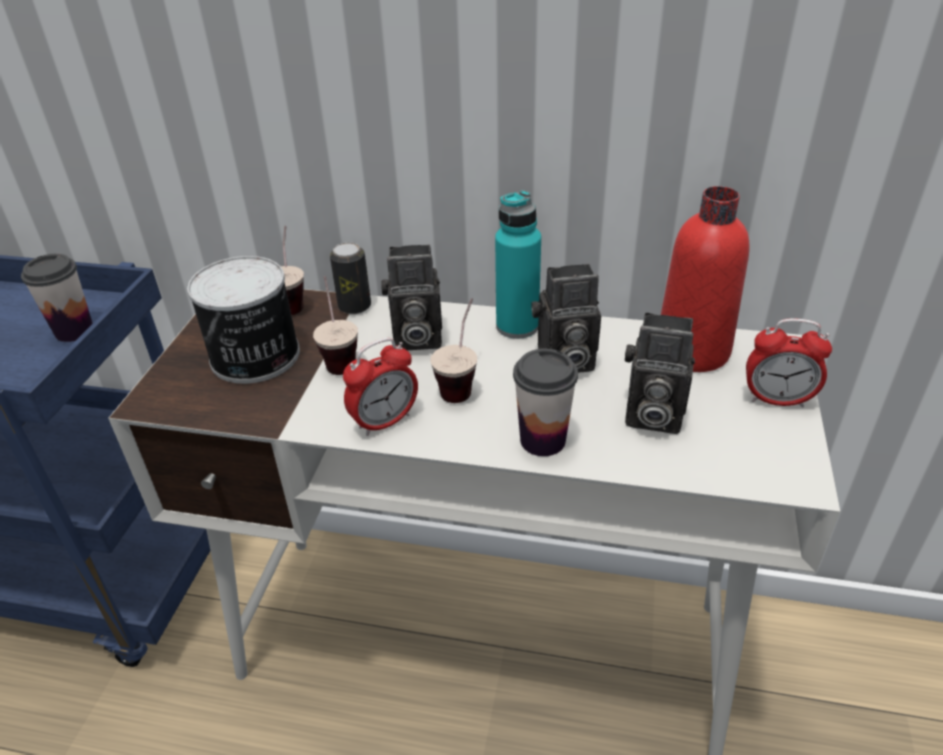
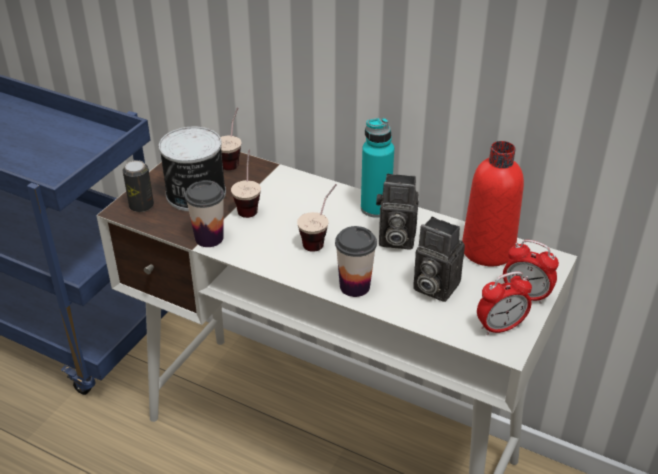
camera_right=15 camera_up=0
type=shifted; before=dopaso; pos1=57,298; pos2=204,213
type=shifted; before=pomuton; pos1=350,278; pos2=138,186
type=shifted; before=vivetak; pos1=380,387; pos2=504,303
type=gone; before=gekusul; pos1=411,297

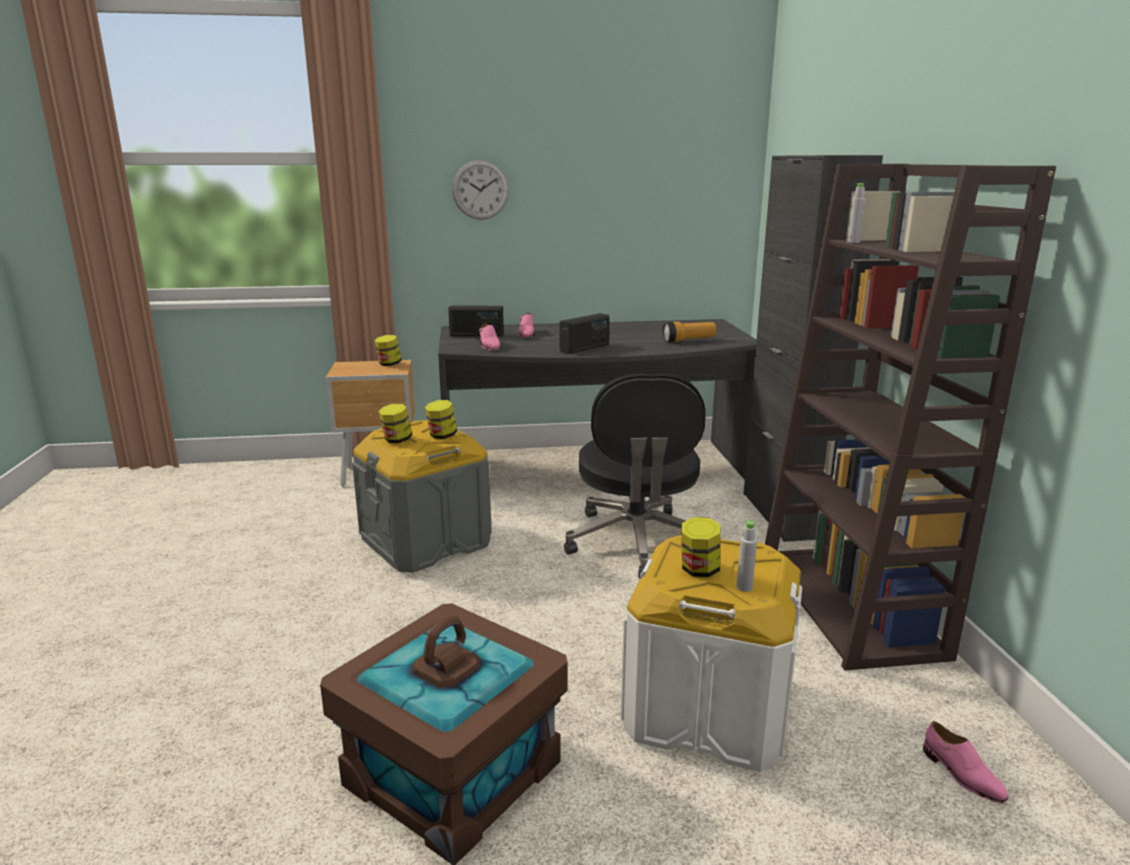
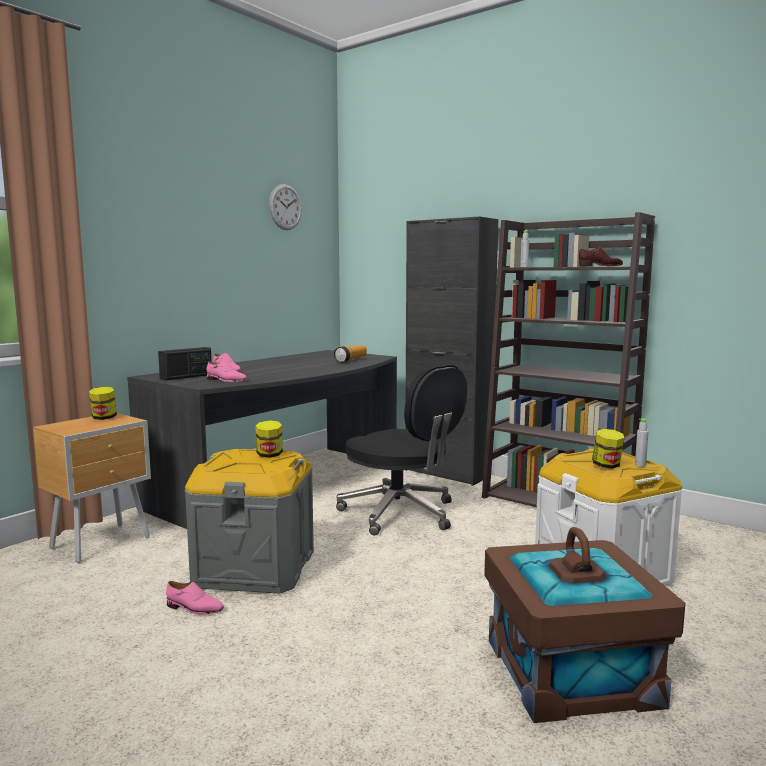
camera_right=-45 camera_up=-10
type=gone; before=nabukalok; pos1=396,423
type=shifted; before=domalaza; pos1=480,190; pos2=285,207
type=gone; before=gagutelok; pos1=584,333
type=shifted; before=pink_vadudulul; pos1=965,762; pos2=195,597
type=new; after=brown_vadudulul; pos2=601,257

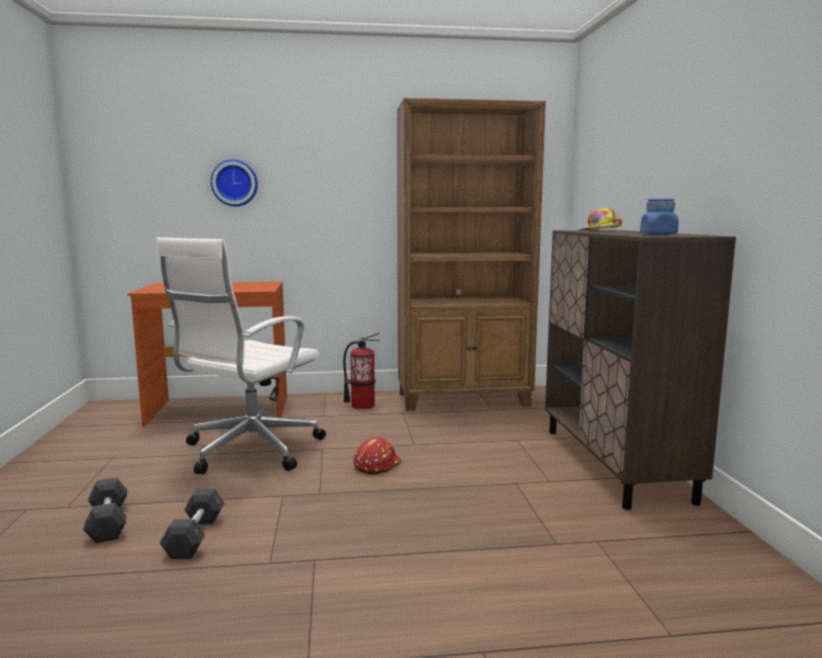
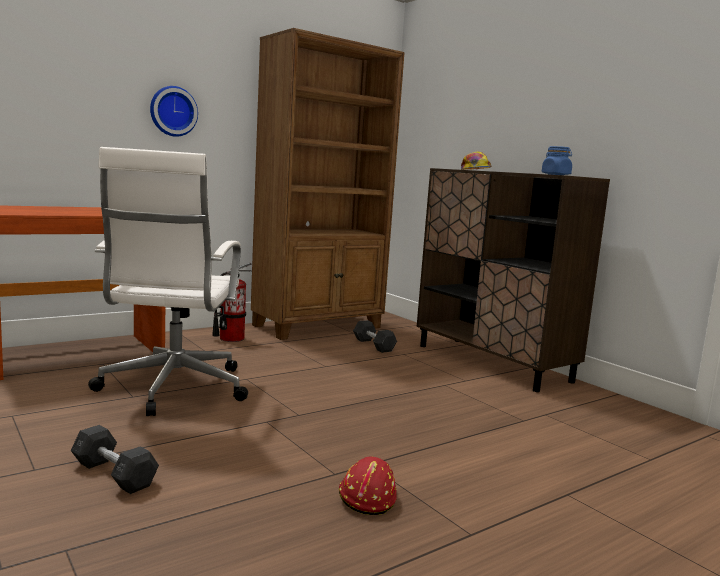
camera_right=-30 camera_up=0
type=shifted; before=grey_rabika; pos1=192,524; pos2=375,336
type=shifted; before=domalaza; pos1=234,183; pos2=174,111
type=shifted; before=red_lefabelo; pos1=377,455; pos2=368,486

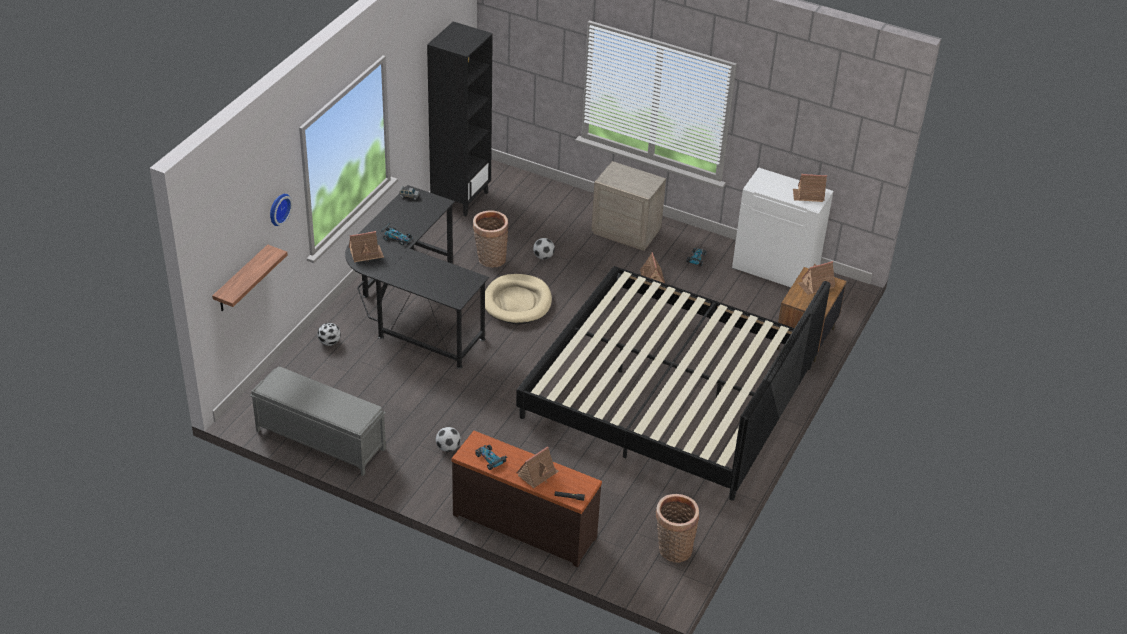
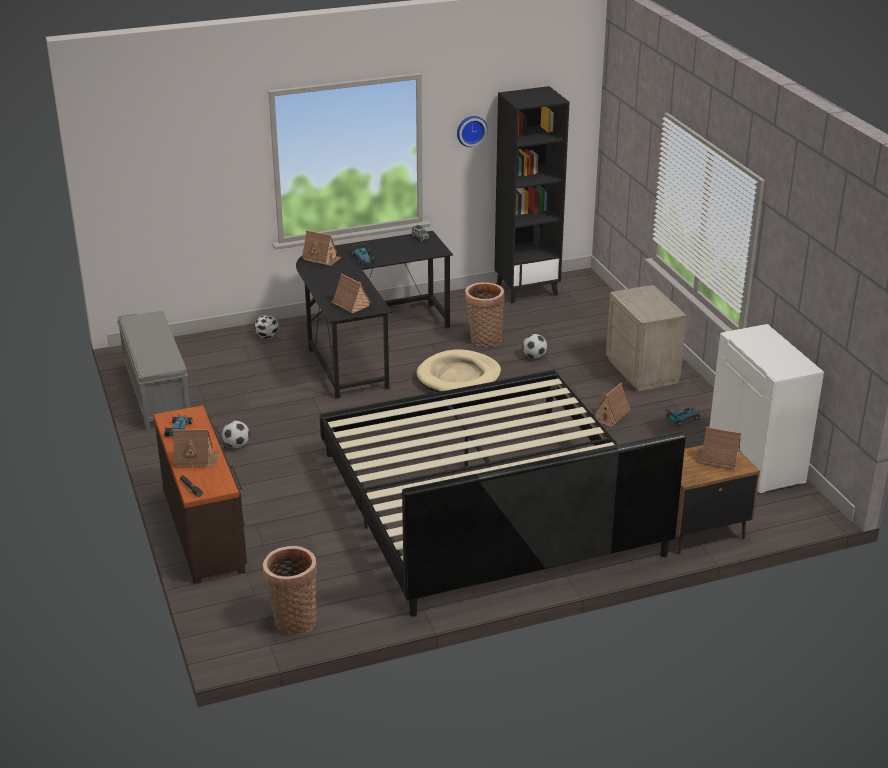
camera_right=45 camera_up=-10
type=gone; before=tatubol; pos1=250,277
type=shifted; before=domalaza; pos1=281,210; pos2=472,131
type=shifted; before=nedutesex; pos1=810,188; pos2=351,293

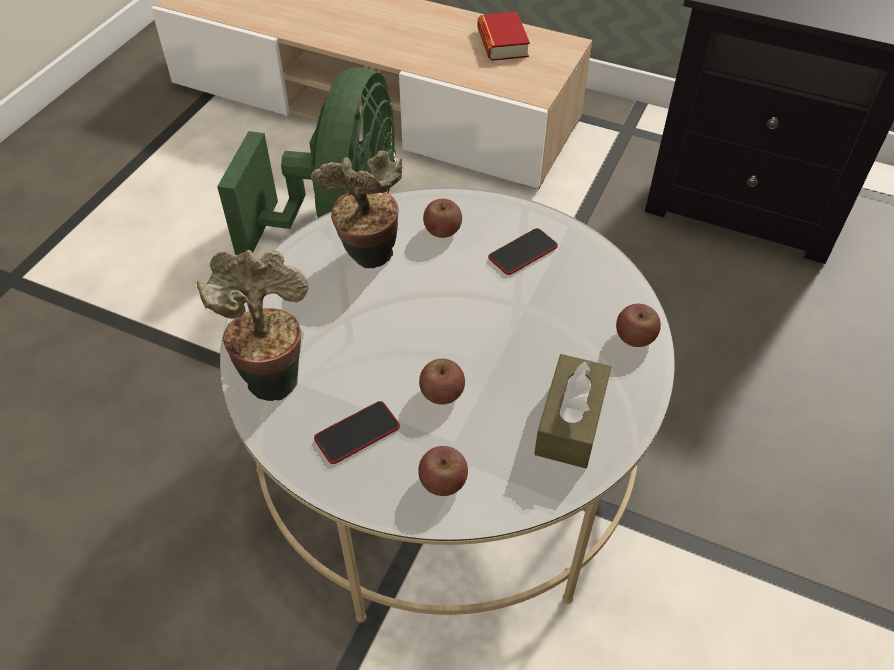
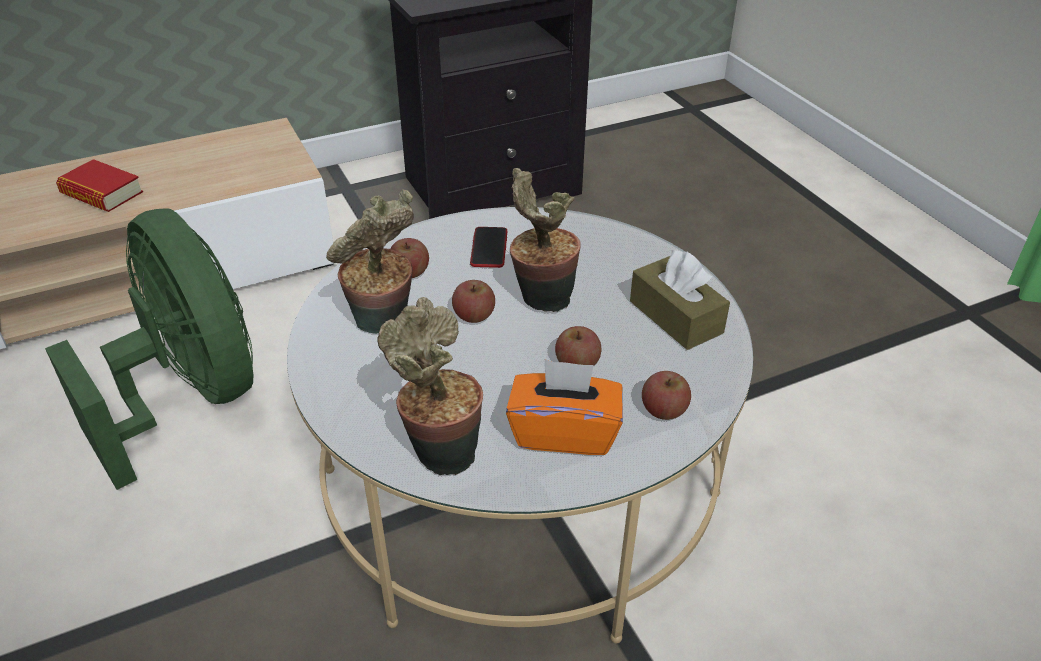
camera_right=-50 camera_up=-10
type=swapped; before=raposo; after=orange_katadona; pos1=357,432; pos2=564,407
type=shifted; before=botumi; pos1=503,36; pos2=99,185
type=shifted; before=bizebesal; pos1=638,325; pos2=473,301
type=new; after=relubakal; pos2=545,240

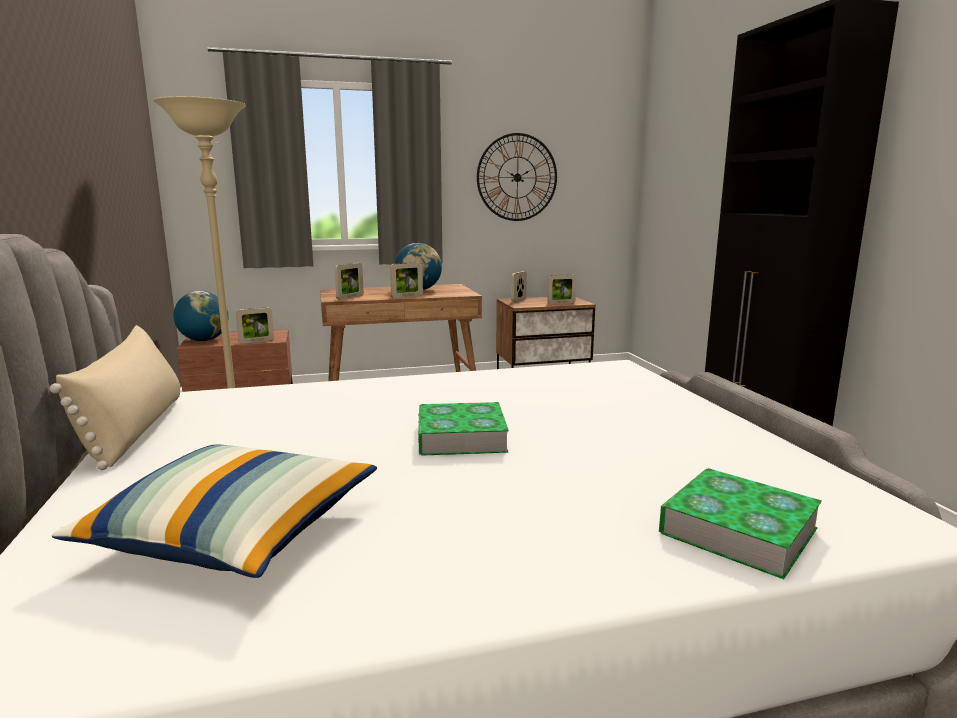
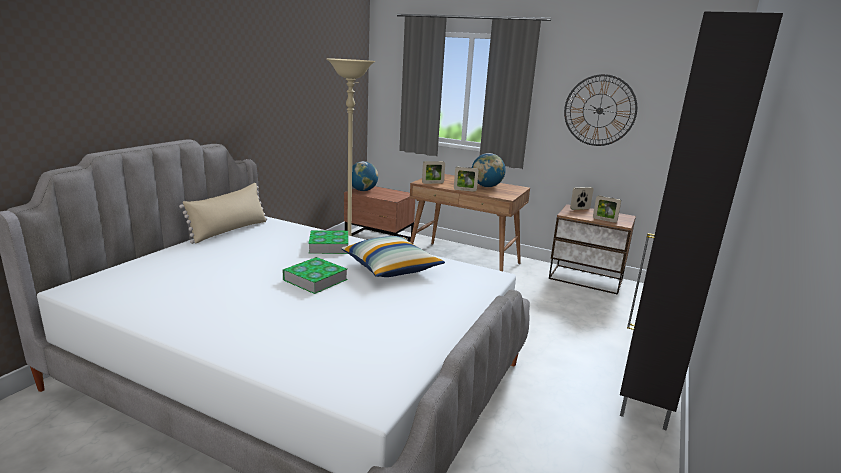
camera_right=40 camera_up=5
type=shifted; before=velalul; pos1=214,511; pos2=393,256
type=gone; before=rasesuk; pos1=255,325
type=shifted; before=botumi; pos1=740,523; pos2=328,242

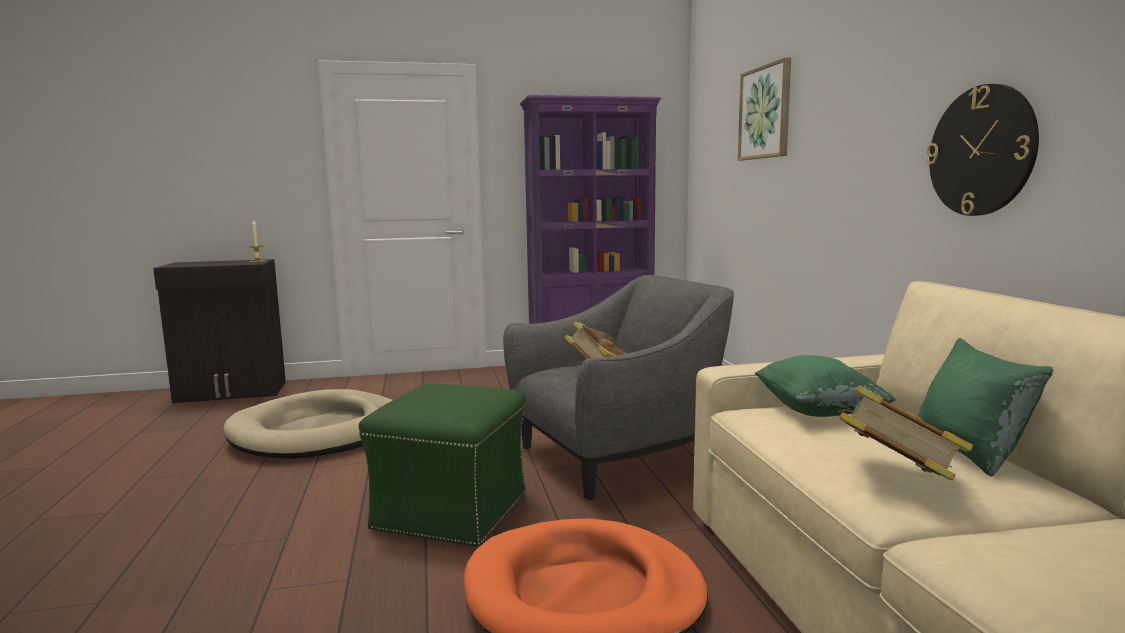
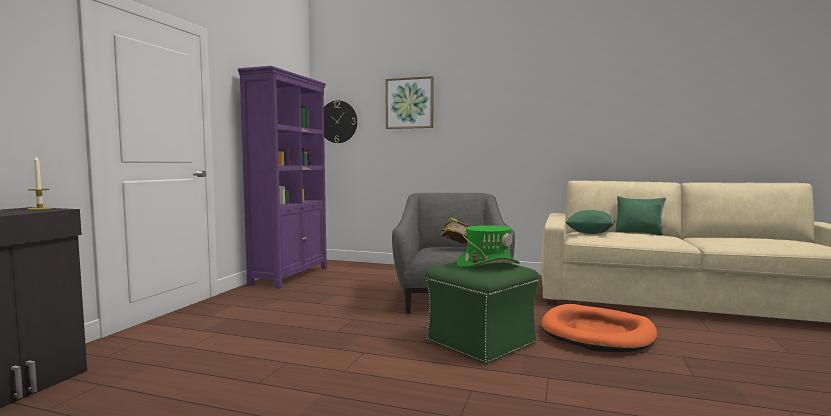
camera_right=-60 camera_up=-5
type=gone; before=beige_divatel; pos1=307,424
type=gone; before=botumi; pos1=905,432
type=shifted; before=domalaza; pos1=982,150; pos2=340,121
type=new; after=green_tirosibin; pos2=488,246

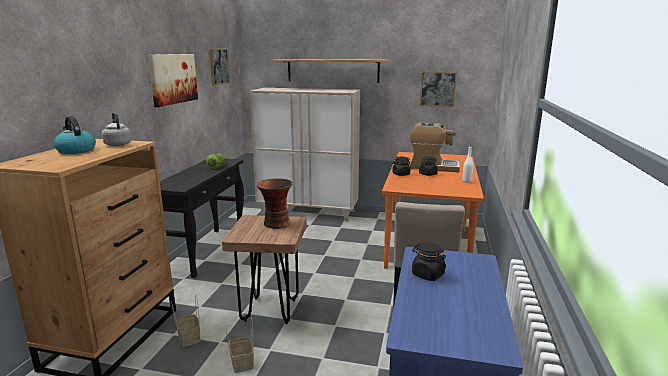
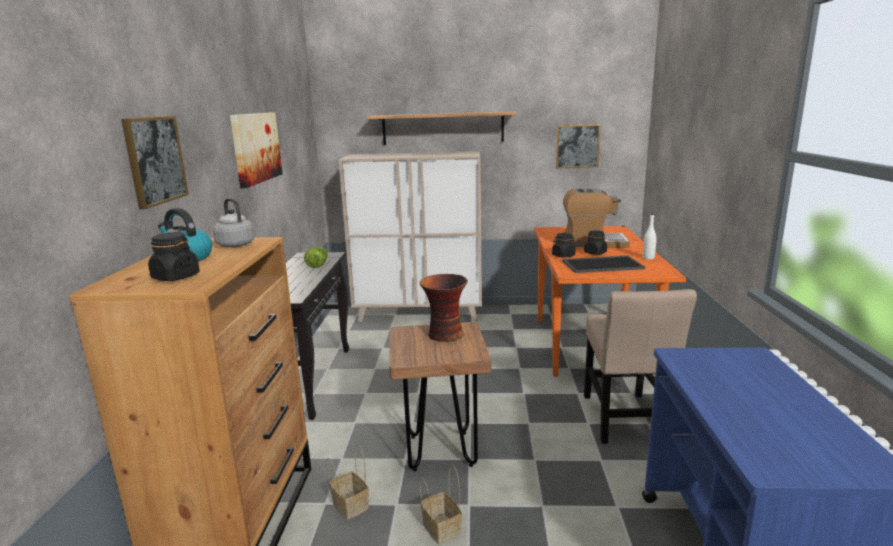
camera_right=-10 camera_up=0
type=shifted; before=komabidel; pos1=219,67; pos2=155,163
type=shifted; before=black_nabukalok; pos1=429,261; pos2=174,256
type=new; after=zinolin; pos2=603,264

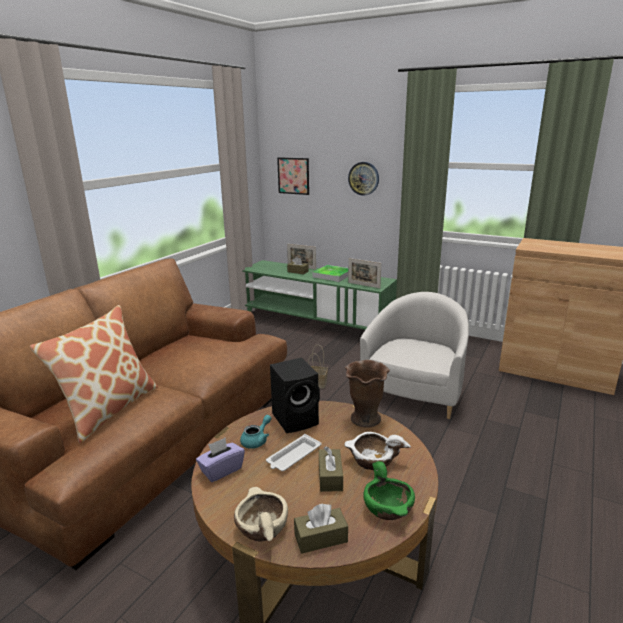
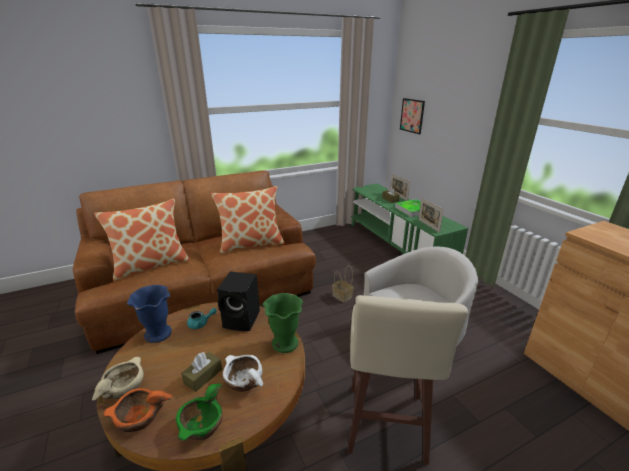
camera_right=35 camera_up=5
type=swapped; before=purple_katadona; after=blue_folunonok; pos1=220,460; pos2=149,314
type=gone; before=white_zinolin; pos1=293,452
type=swapped; before=brown_katadona; after=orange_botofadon; pos1=321,528; pos2=138,410
type=repainted; before=brown_folunonok; after=green_folunonok; pos1=367,394; pos2=283,323
type=gone; before=domalaza; pos1=363,179
type=new; after=velalul; pos2=248,220
type=new; after=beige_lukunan; pos2=407,380

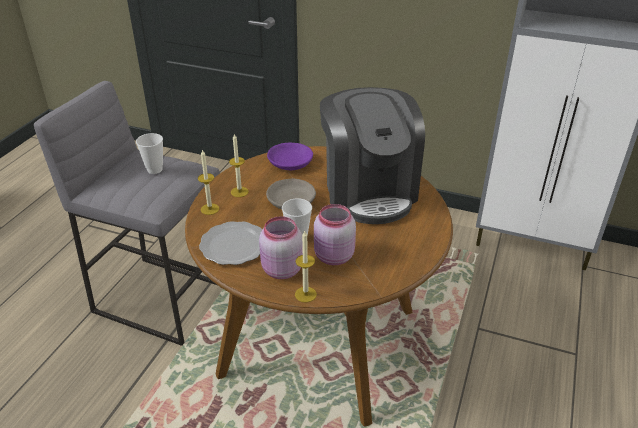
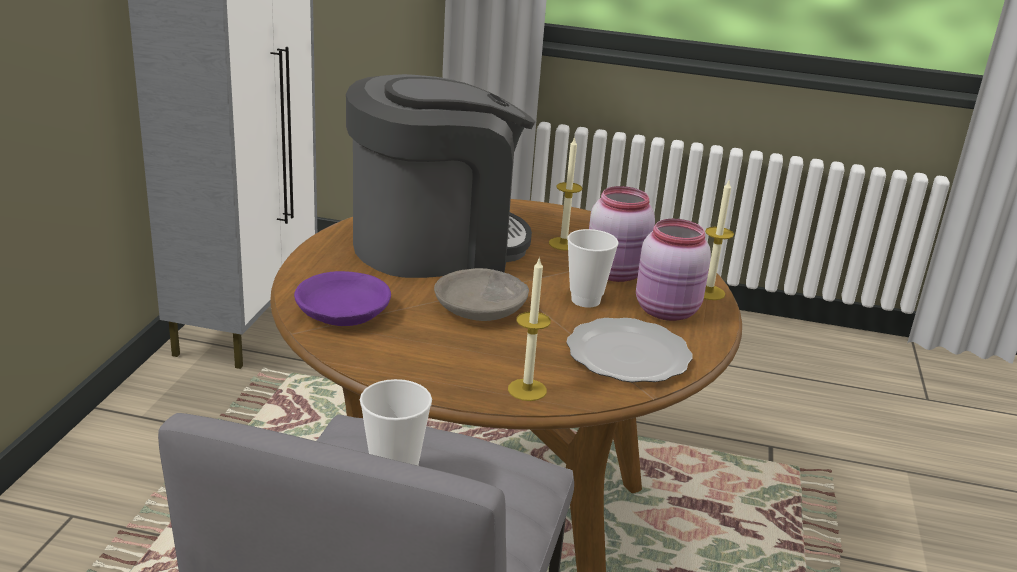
camera_right=-100 camera_up=-10
type=shifted; before=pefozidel; pos1=239,165; pos2=565,193

